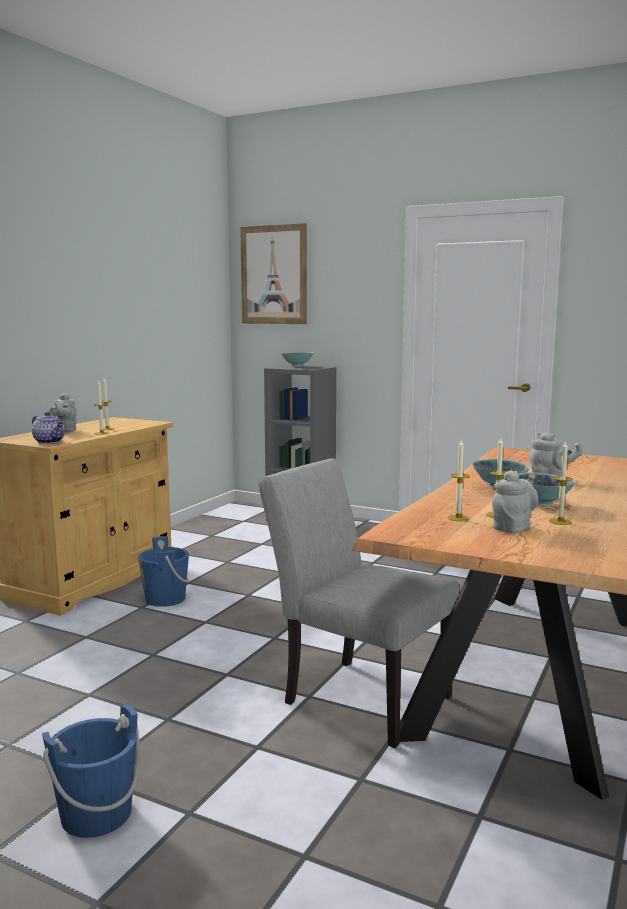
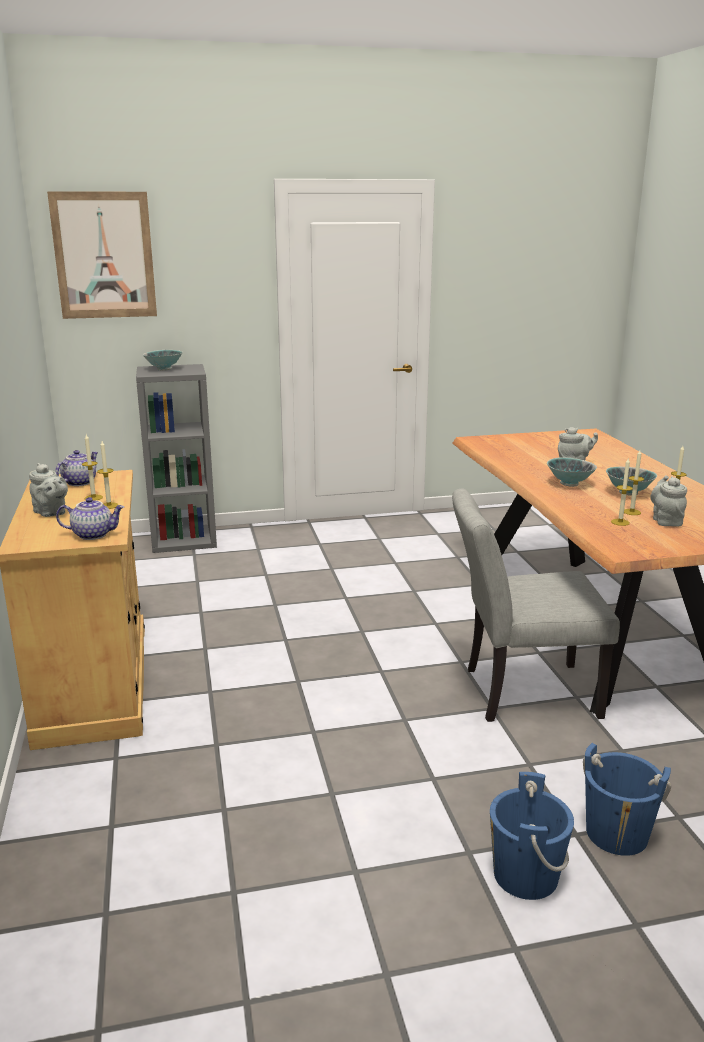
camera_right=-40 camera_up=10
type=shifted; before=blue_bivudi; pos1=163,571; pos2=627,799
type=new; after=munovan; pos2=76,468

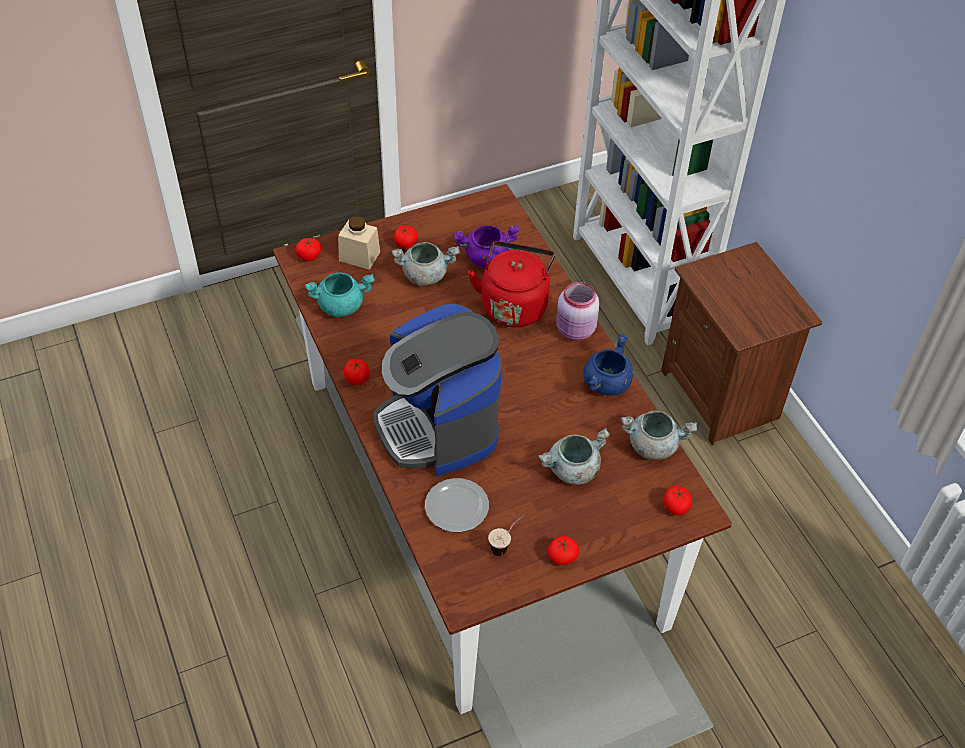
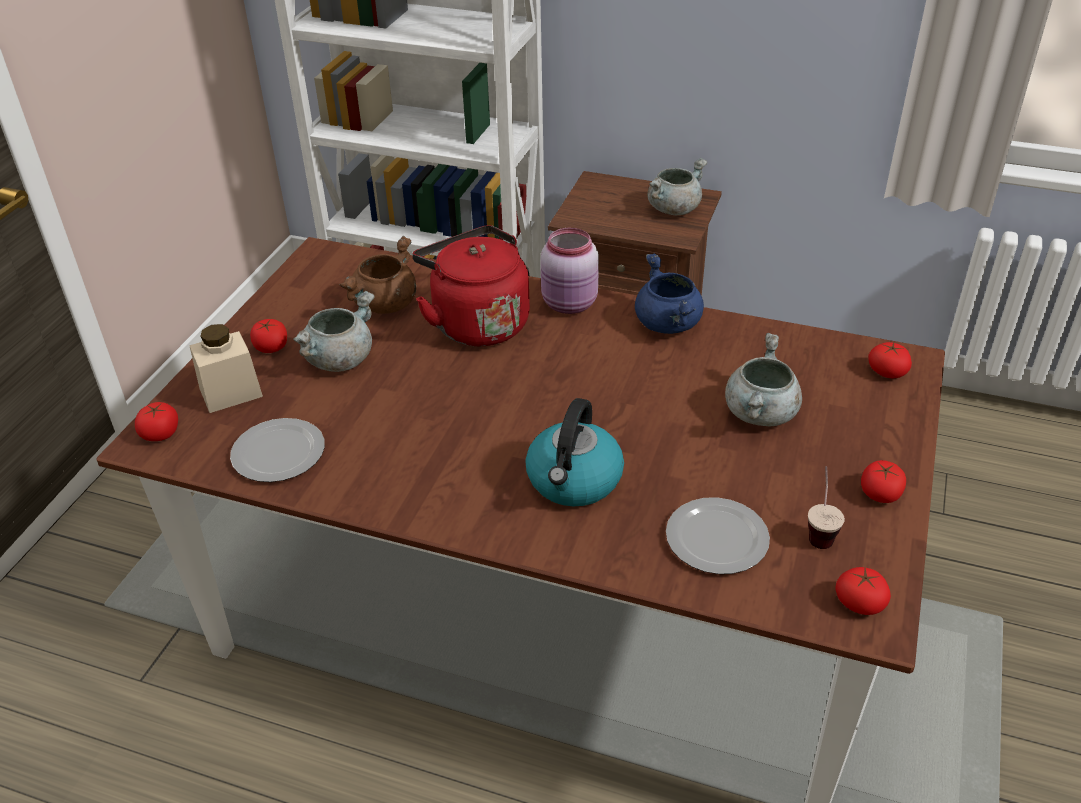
camera_right=-45 camera_up=-10
type=swapped; before=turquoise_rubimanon; after=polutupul; pos1=340,295; pos2=277,450
type=shifted; before=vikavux; pos1=357,372; pos2=863,591
type=swapped; before=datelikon; after=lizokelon; pos1=437,390; pos2=574,452
type=repainted; before=purple_rubimanon; after=brown_rubimanon; pos1=486,246; pos2=378,275
type=shifted; before=grey_rubimanon; pos1=659,435; pos2=677,186

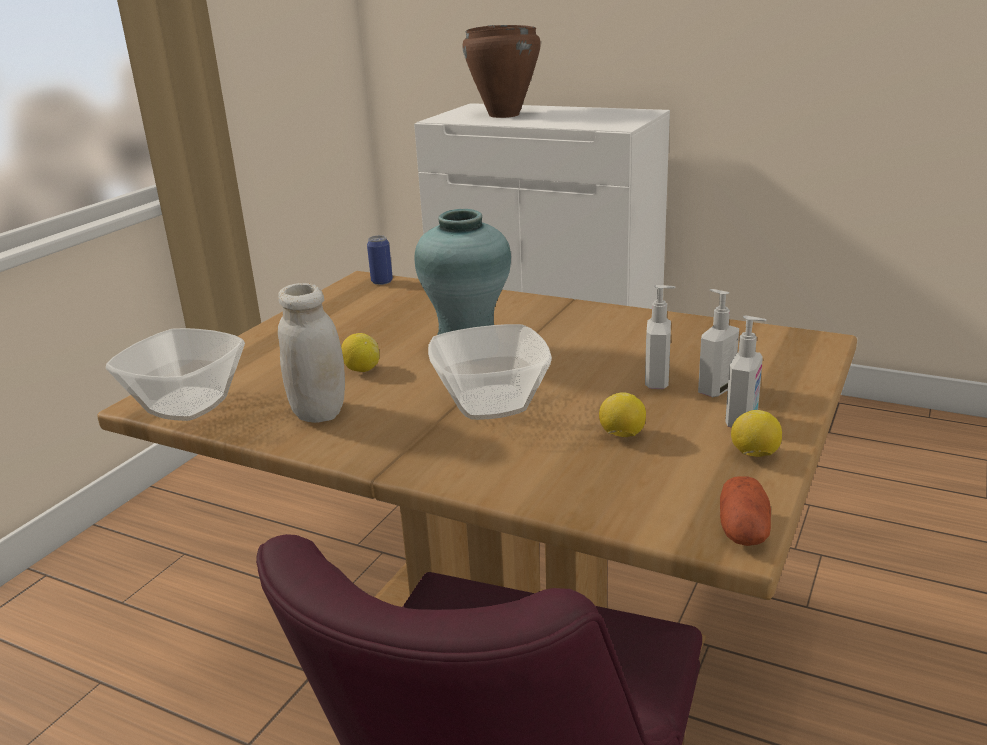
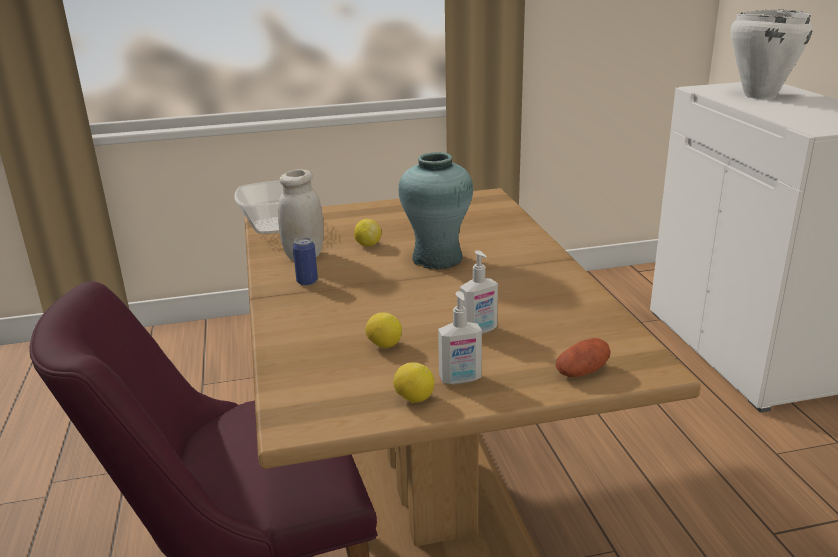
camera_right=50 camera_up=0
type=shifted; before=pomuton; pos1=380,260; pos2=305,261
type=gone; before=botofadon; pos1=490,372
type=repainted; before=brown_rubimanon; after=white_rubimanon; pos1=501,71; pos2=772,54
type=gone; before=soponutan; pos1=718,343
type=shifted; before=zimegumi; pos1=745,511; pos2=583,357

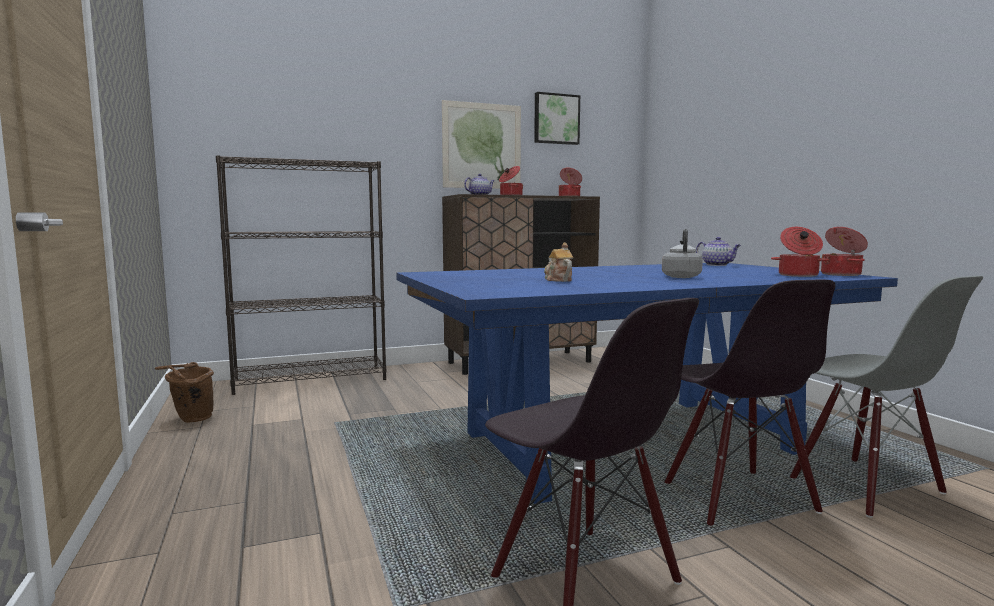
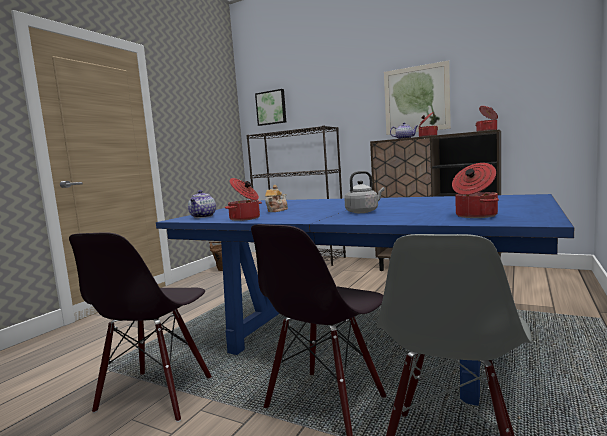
camera_right=50 camera_up=0
type=shifted; before=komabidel; pos1=557,118; pos2=270,107
type=shifted; before=munovan; pos1=718,251; pos2=202,204
type=shifted; before=rubimanon; pos1=844,251; pos2=243,199

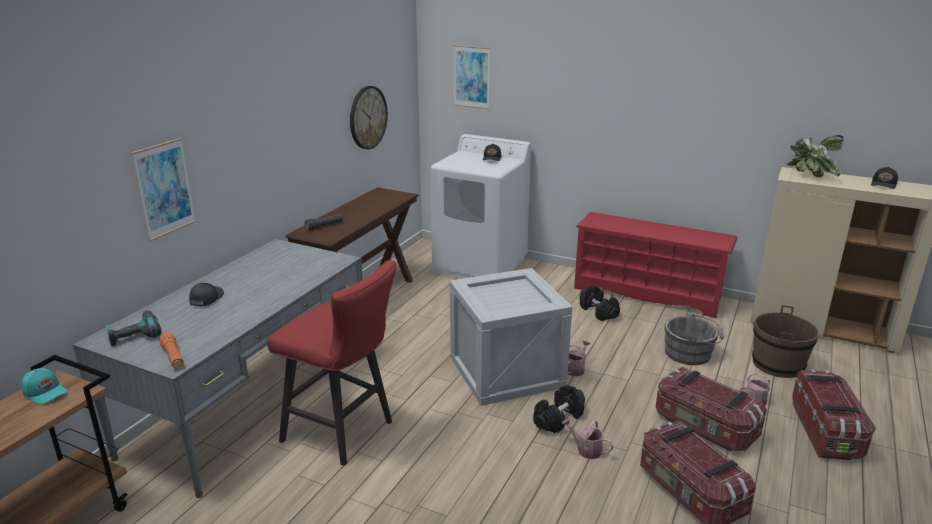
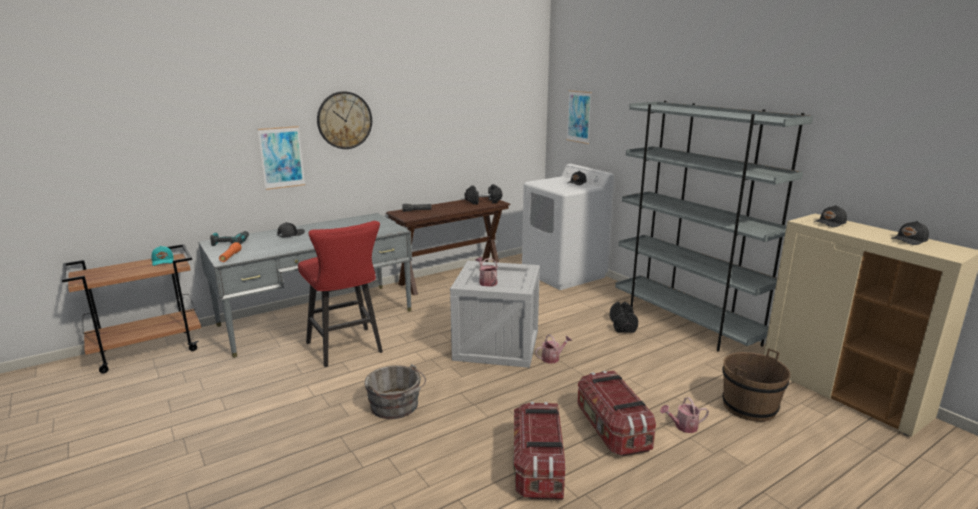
camera_right=30 camera_up=-5
type=shifted; before=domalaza; pos1=369,117; pos2=344,120
type=shifted; before=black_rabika; pos1=559,409; pos2=483,194
type=shifted; before=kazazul; pos1=587,438; pos2=487,272
type=swapped; before=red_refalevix; after=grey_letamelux; pos1=655,265; pos2=714,226
type=shifted; before=grey_bivudi; pos1=694,338; pos2=395,391
type=swapped; before=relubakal; after=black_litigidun; pos1=815,156; pos2=830,216
type=gone; before=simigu; pos1=834,415

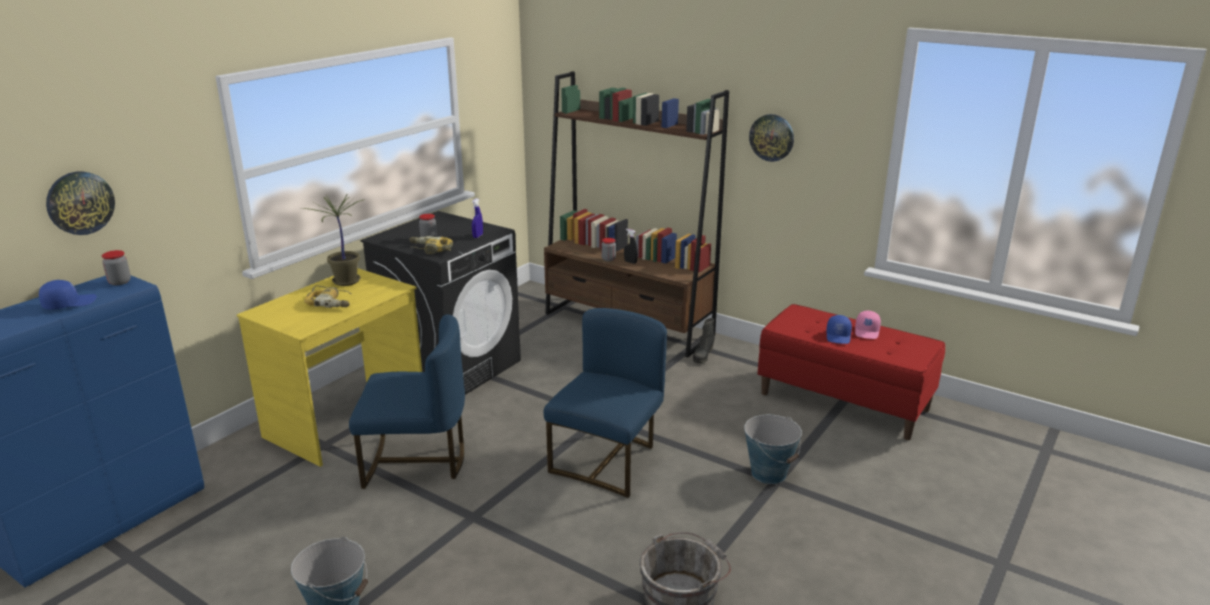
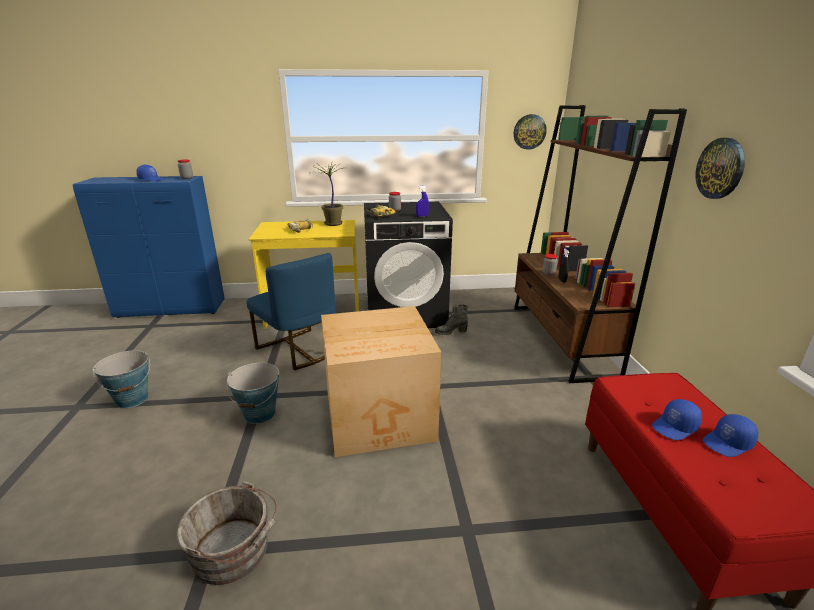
camera_right=50 camera_up=0
type=shifted; before=domalaza; pos1=80,203; pos2=530,132
type=swapped; before=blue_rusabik; after=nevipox; pos1=605,403; pos2=381,381
type=shifted; before=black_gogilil; pos1=704,340; pos2=451,319
type=shifted; before=bivudi; pos1=773,449; pos2=253,393
type=repainted; before=pink_litigidun; after=blue_litigidun; pos1=868,325; pos2=730,435

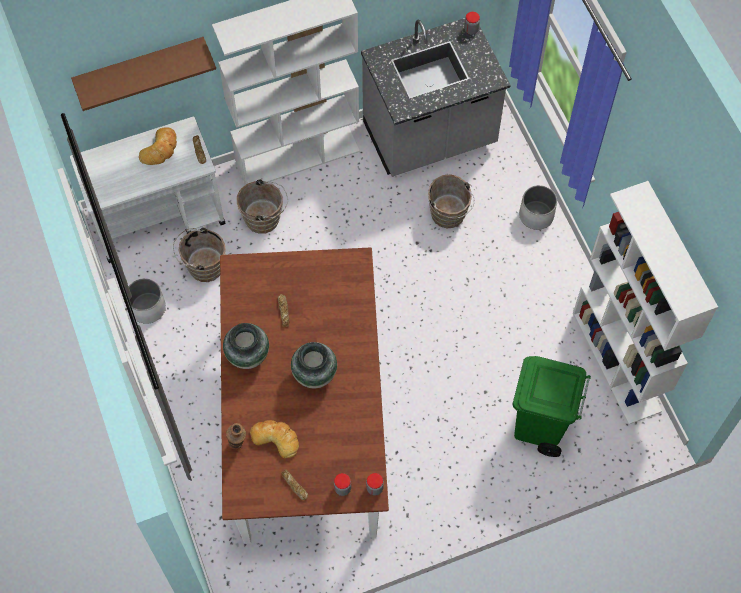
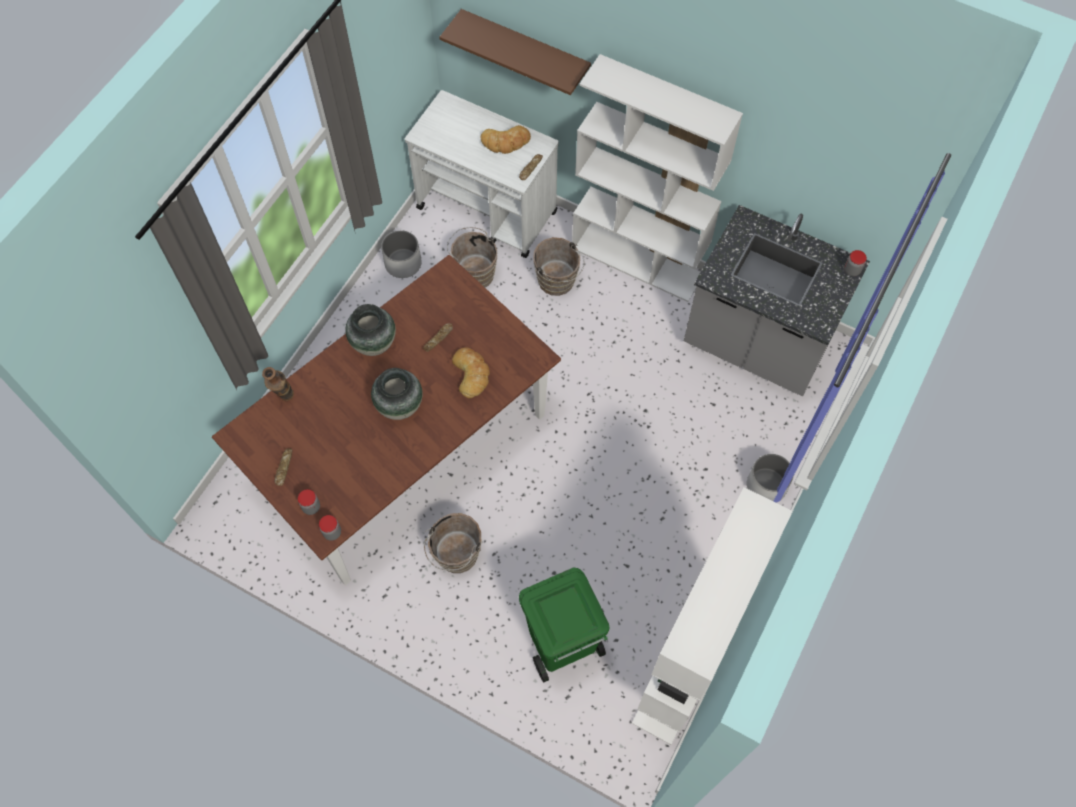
camera_right=50 camera_up=0
type=shifted; before=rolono; pos1=274,439; pos2=471,373
type=shifted; before=brown_bivudi; pos1=451,201; pos2=452,543

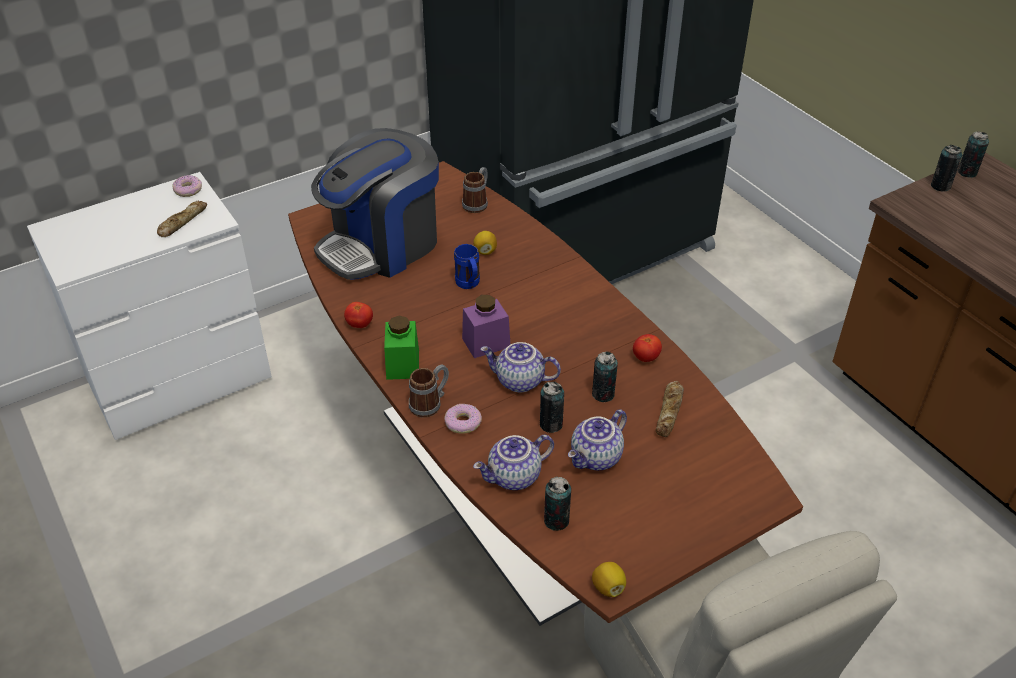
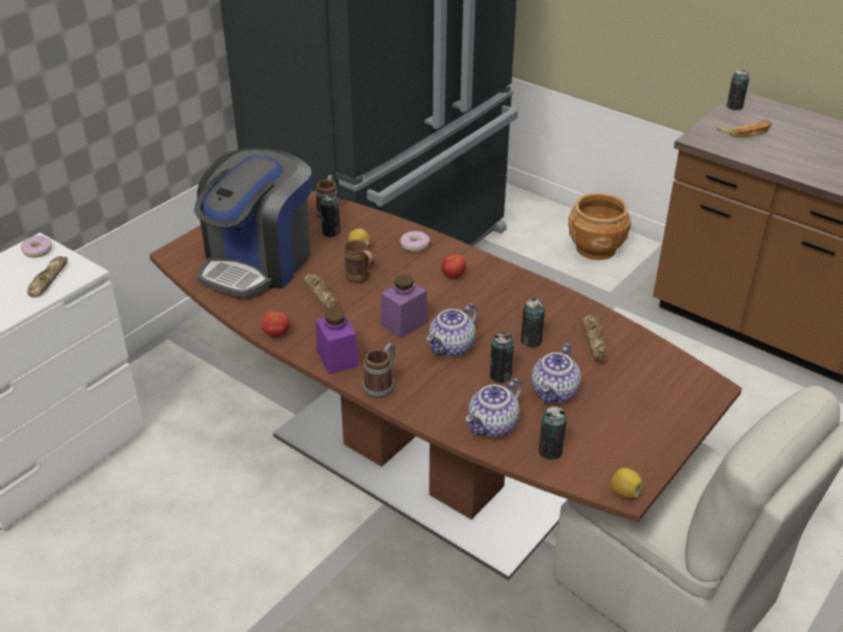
camera_right=-20 camera_up=-5
type=repainted; before=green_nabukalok; after=purple_nabukalok; pos1=401,348; pos2=337,342
type=shifted; before=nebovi; pos1=463,419; pos2=415,241
type=repainted; before=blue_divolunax; after=brown_divolunax; pos1=467,266; pos2=359,261
type=rotated; before=munovan; pos1=520,367; pos2=451,330; turn=-45
type=shifted; before=vikavux; pos1=647,348; pos2=453,266
type=shifted; before=pomuton; pos1=946,168; pos2=330,215
type=new; after=rolono; pos2=321,292
type=new; after=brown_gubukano; pos2=599,226
type=new; after=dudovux; pos2=744,128

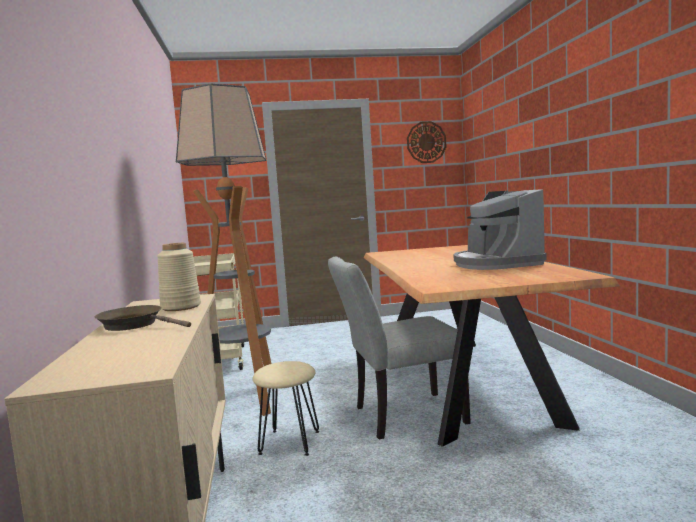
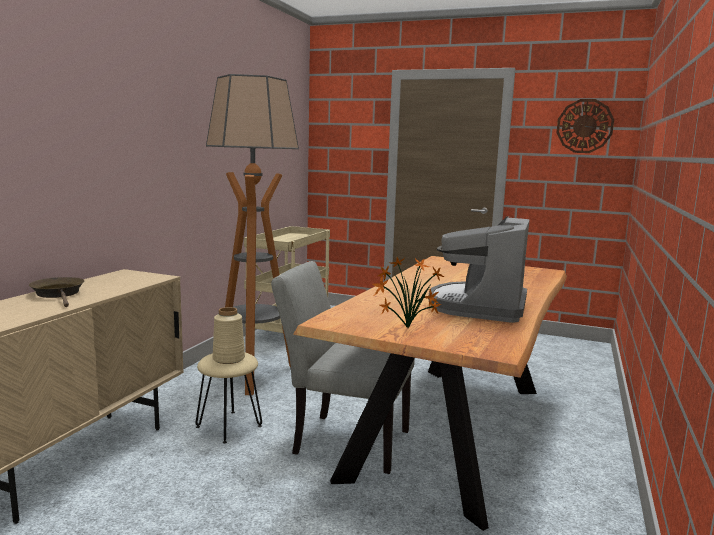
camera_right=30 camera_up=5
type=shifted; before=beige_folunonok; pos1=179,277; pos2=229,335
type=new; after=relubakal; pos2=409,293

